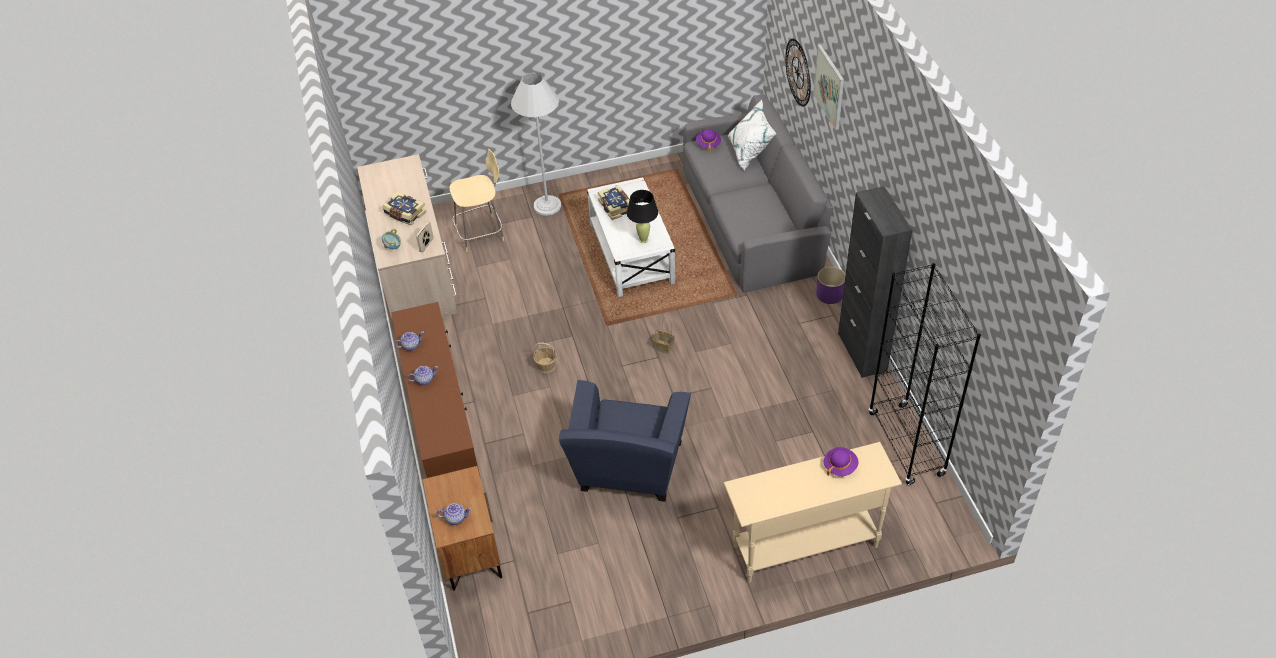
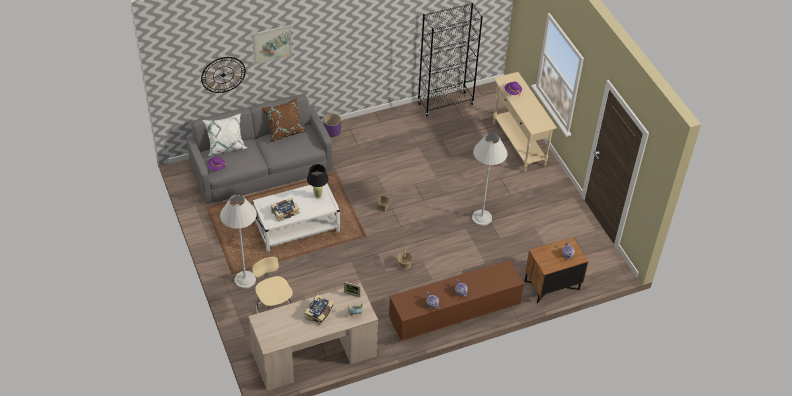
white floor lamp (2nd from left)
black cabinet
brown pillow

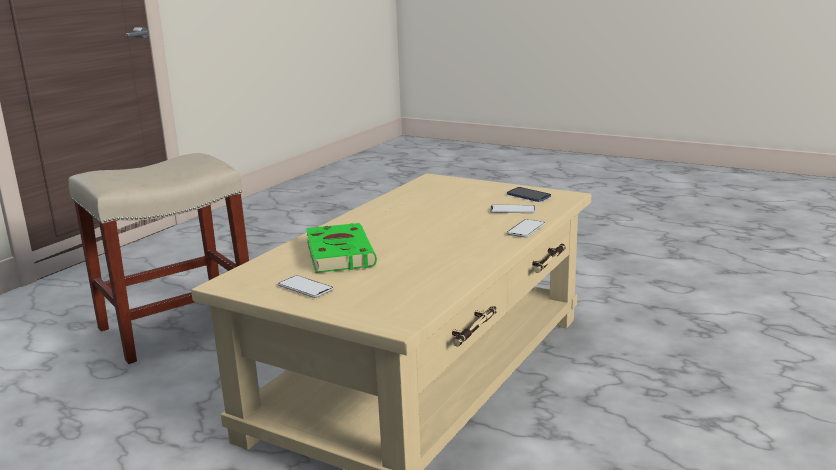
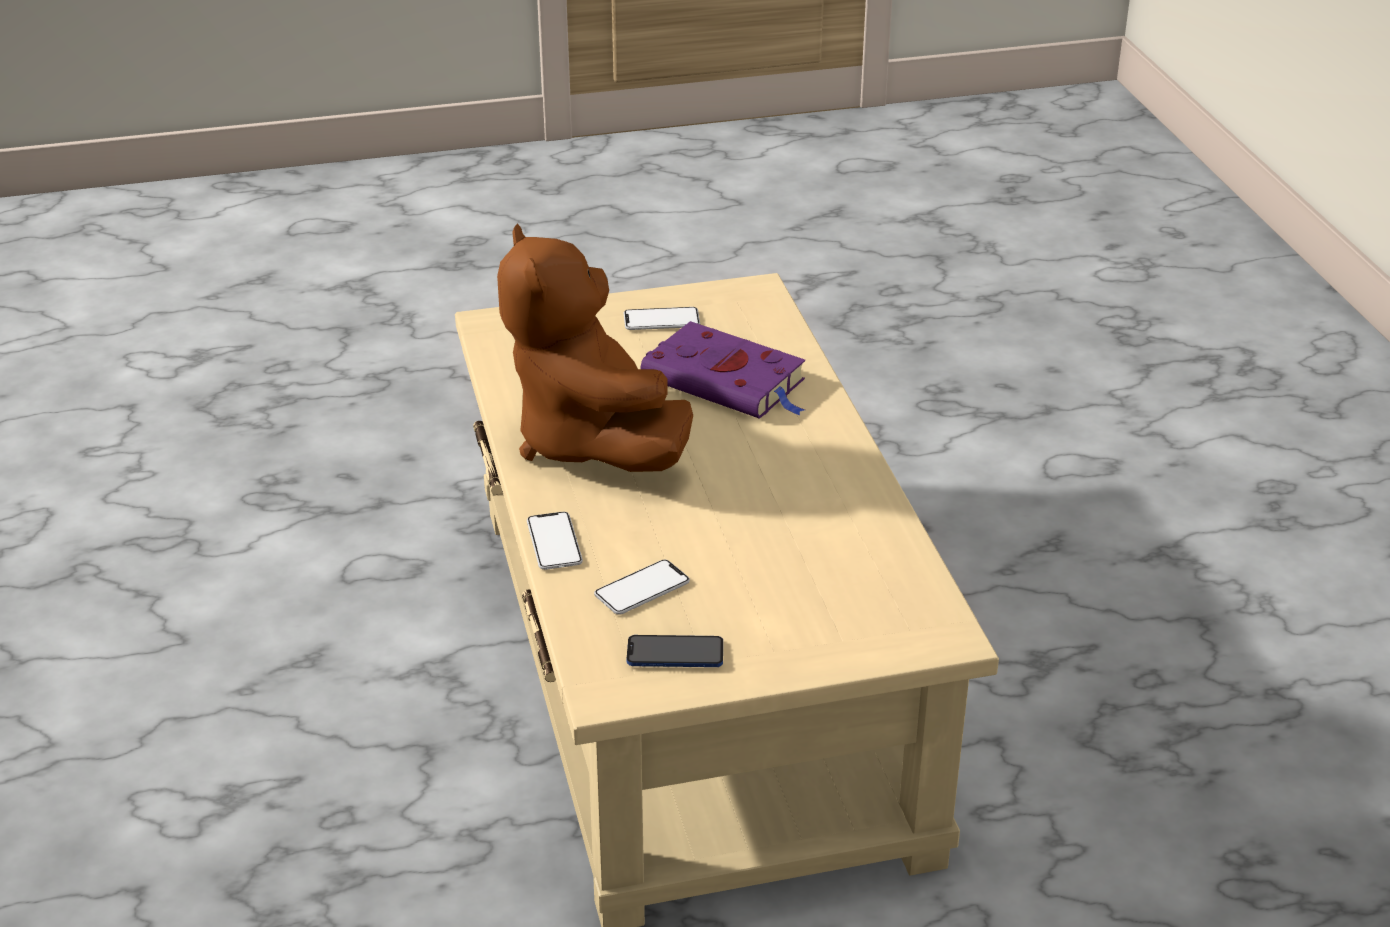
beige stool
purple book
brown plush toy

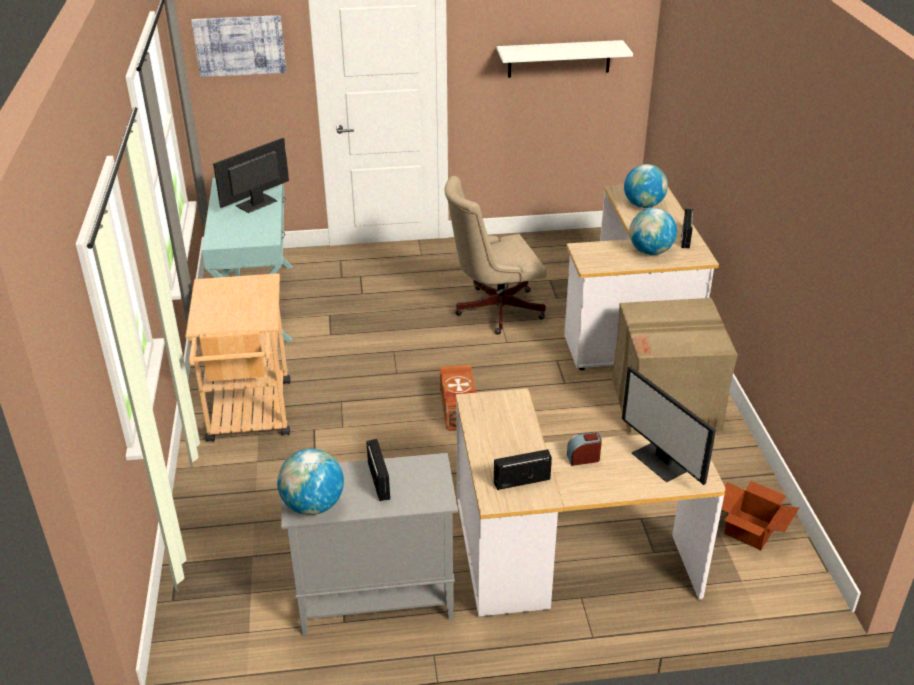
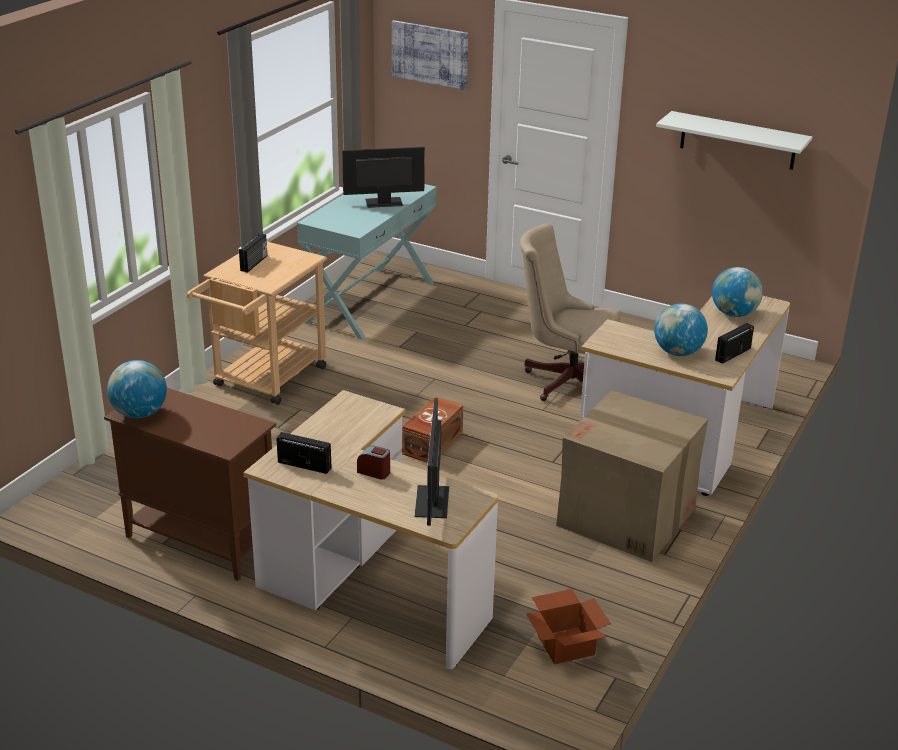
brown cabinet
radio (1st from left)

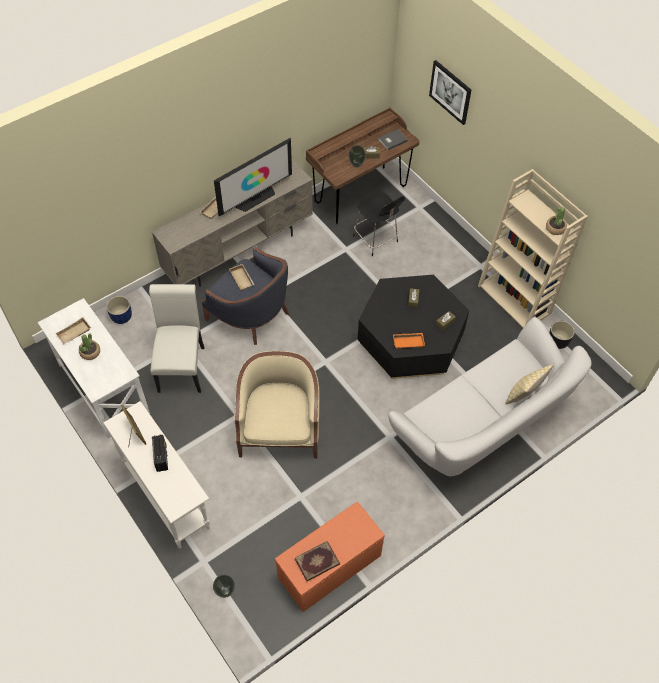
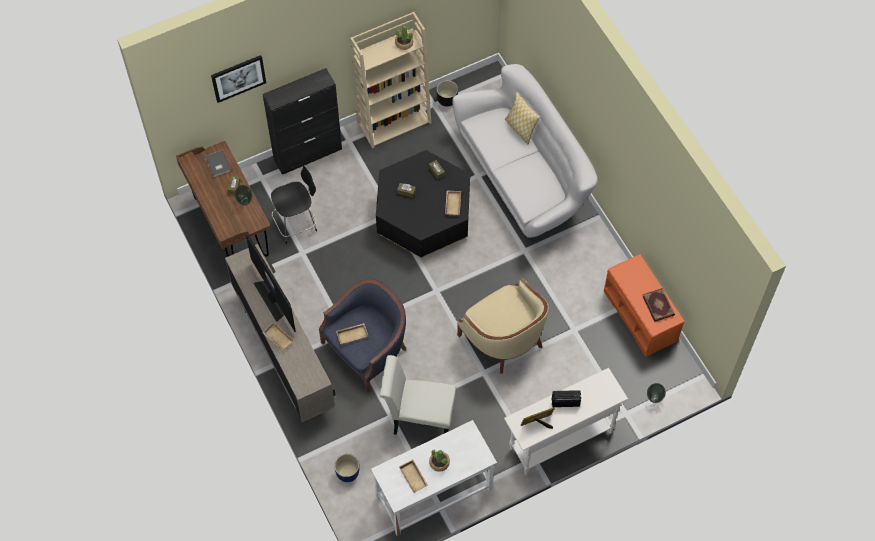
beige armchair
beige tray (4th from left)
black cabinet

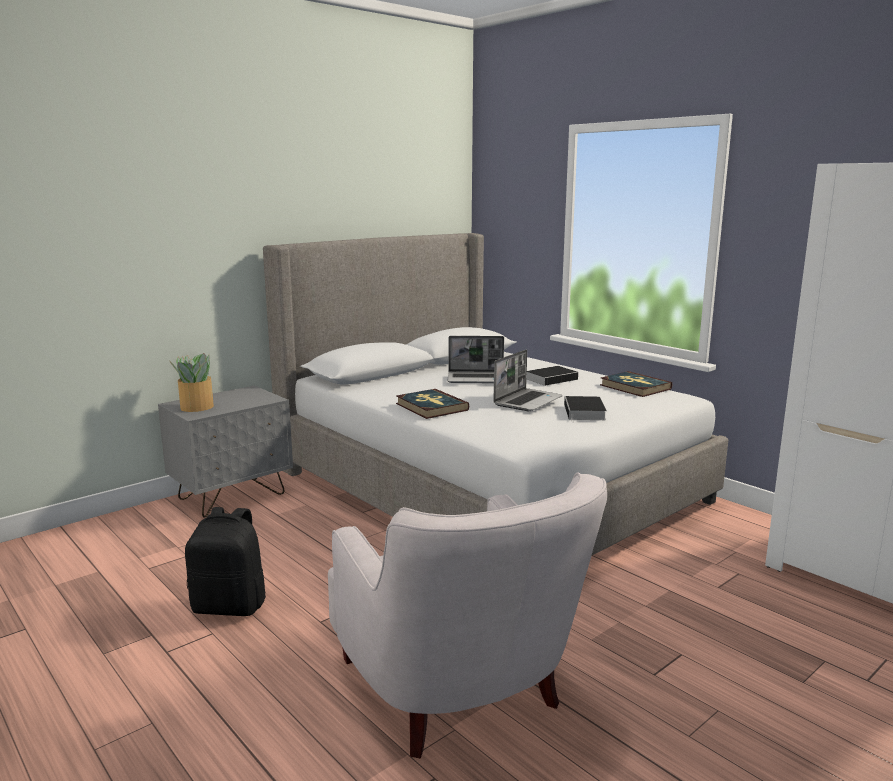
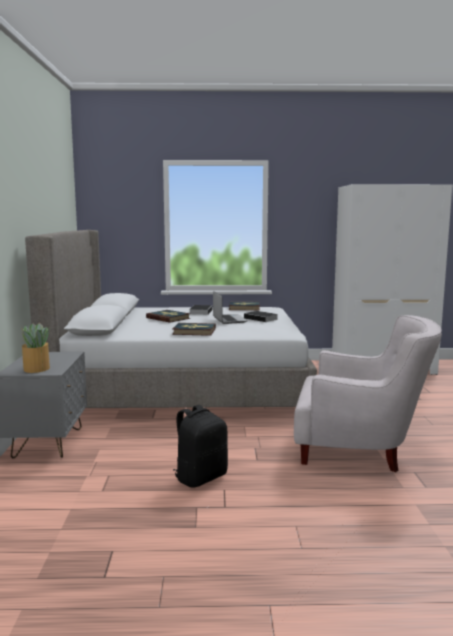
book (1st from left)

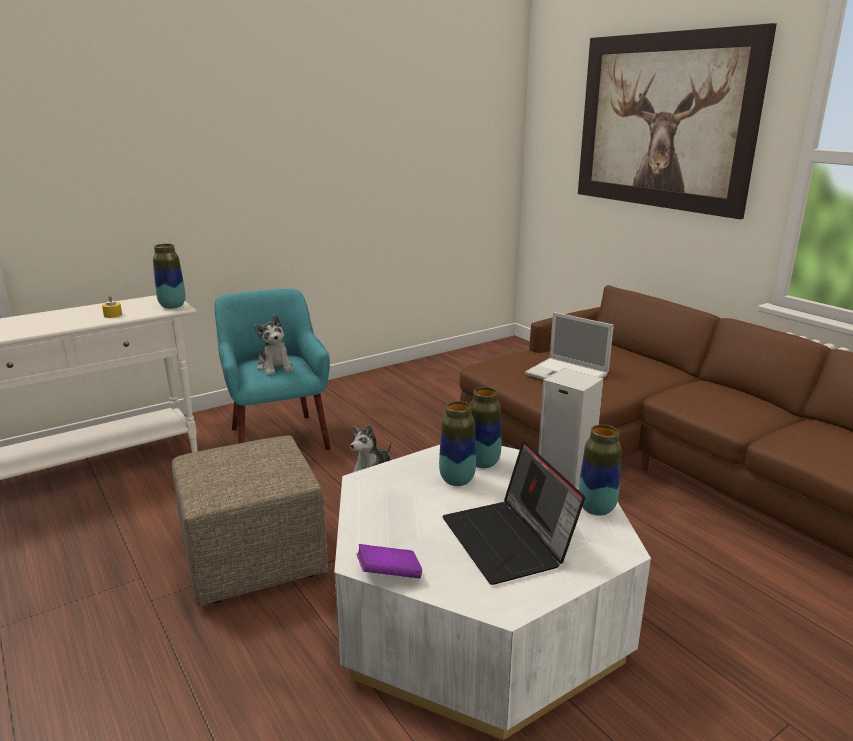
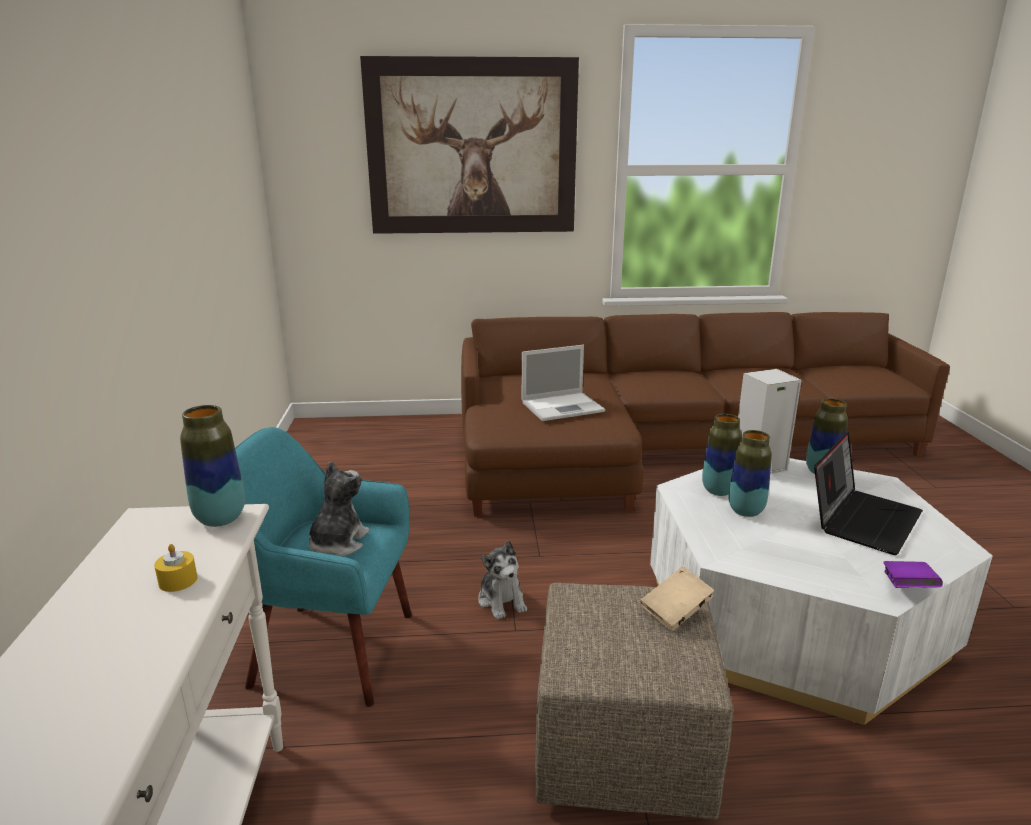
plush toy (1st from left)
laptop (2nd from left)
beige book

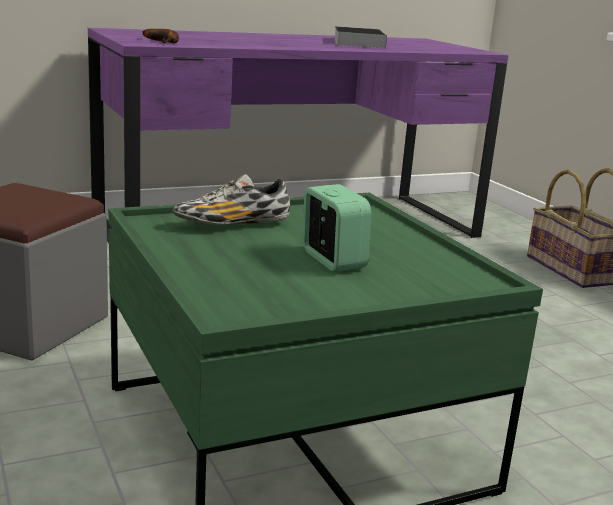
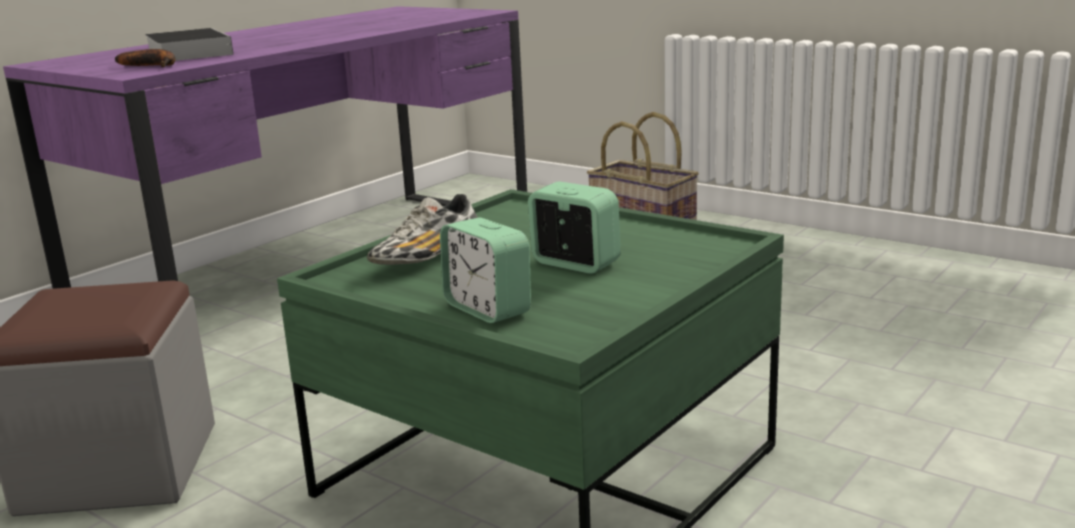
book
alarm clock (1st from left)

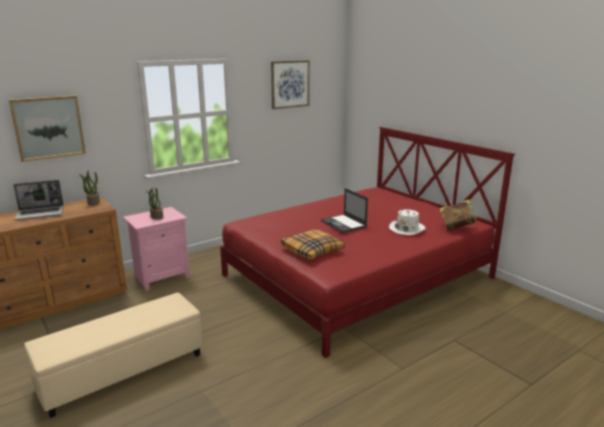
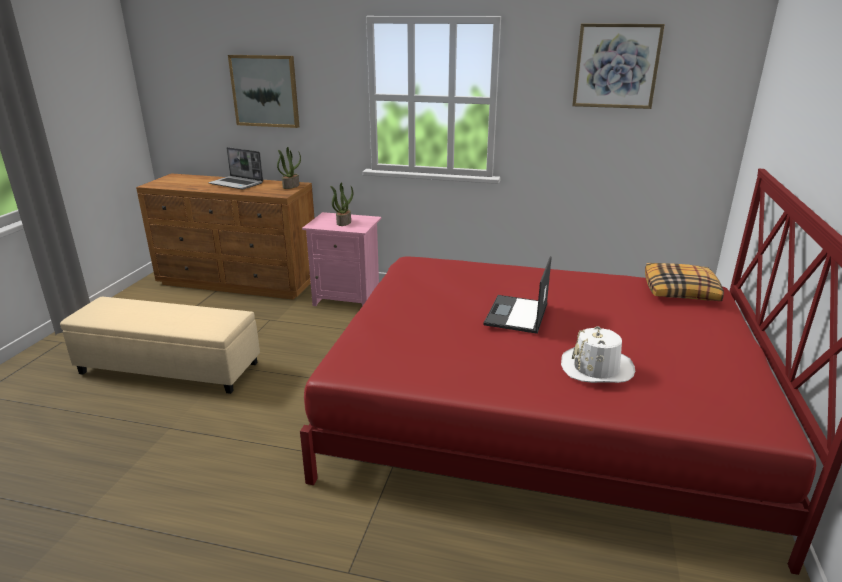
pillow
book

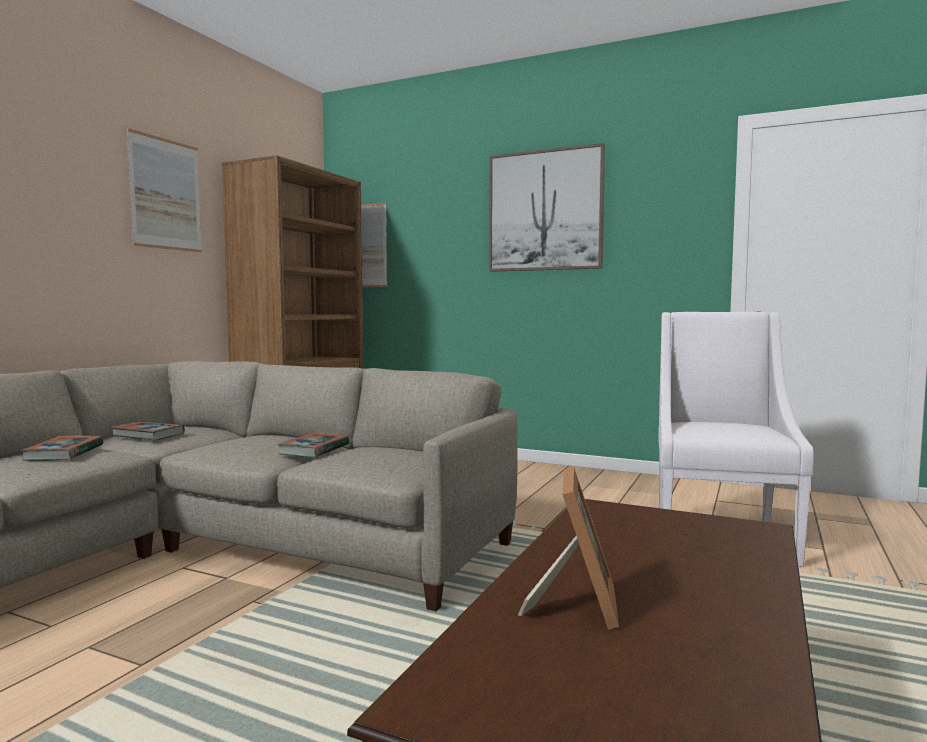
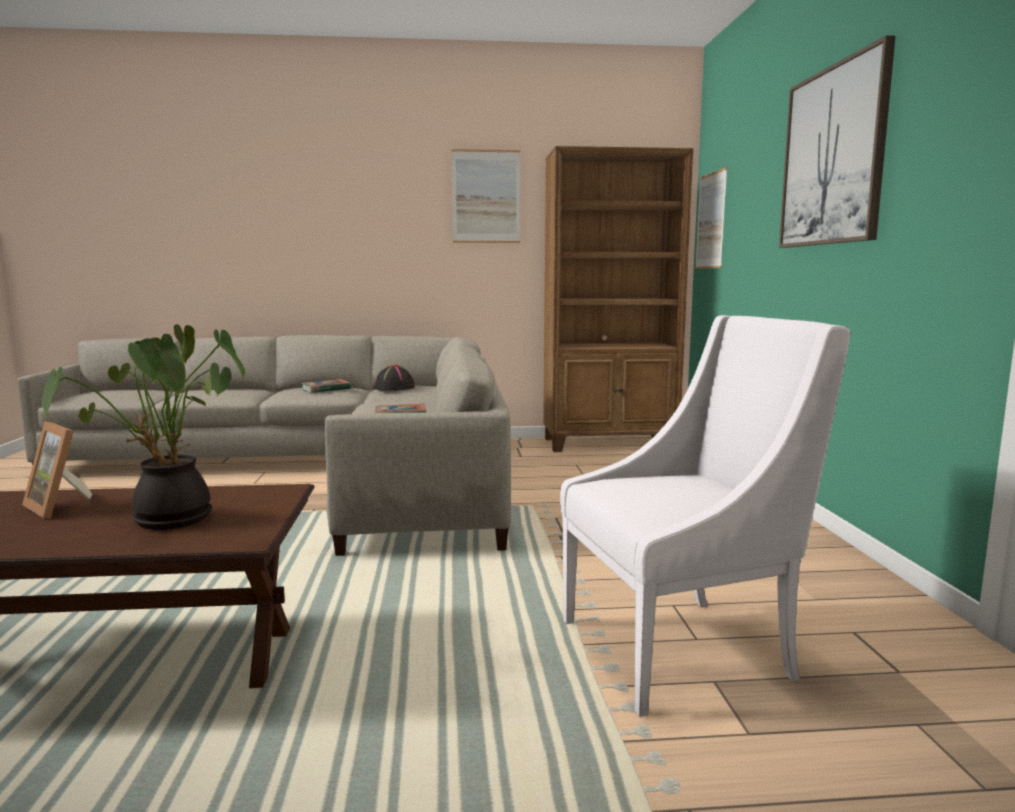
black hat
picture frame
potted plant

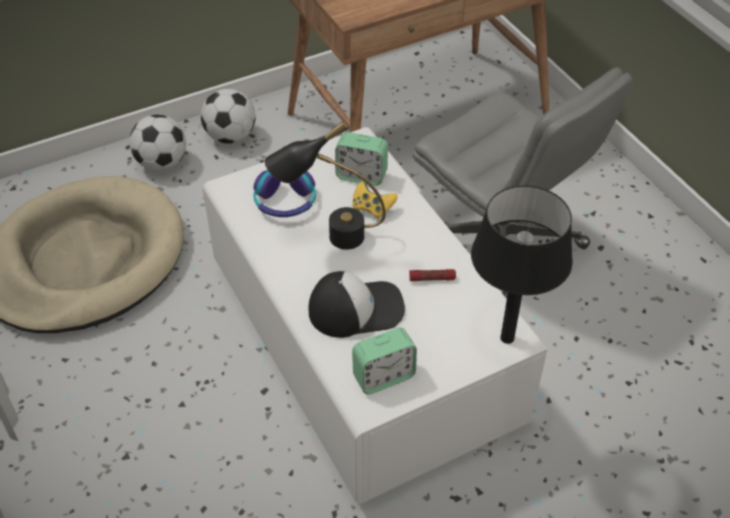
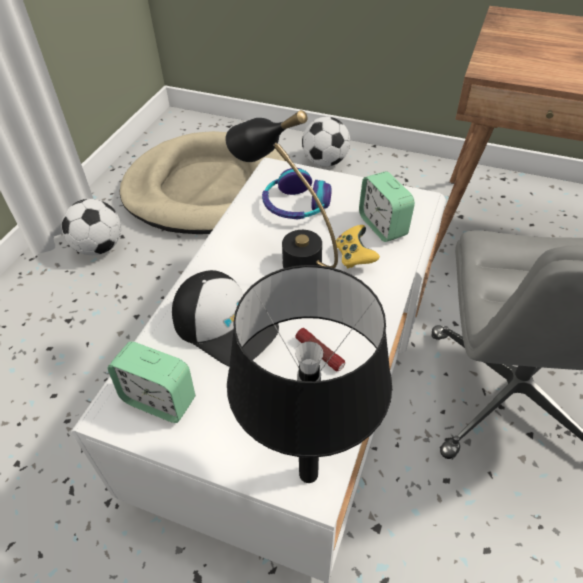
football (1st from left)

